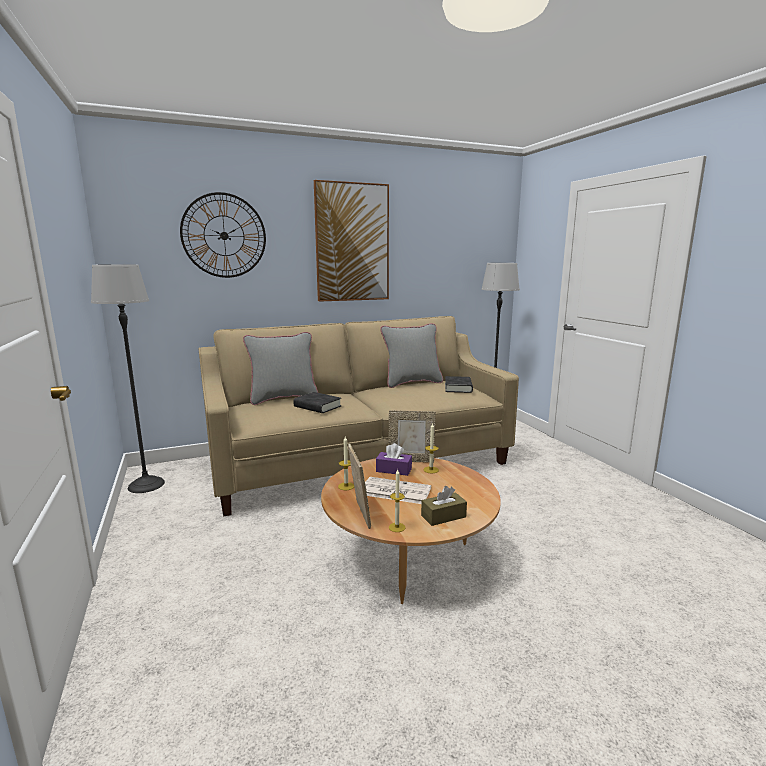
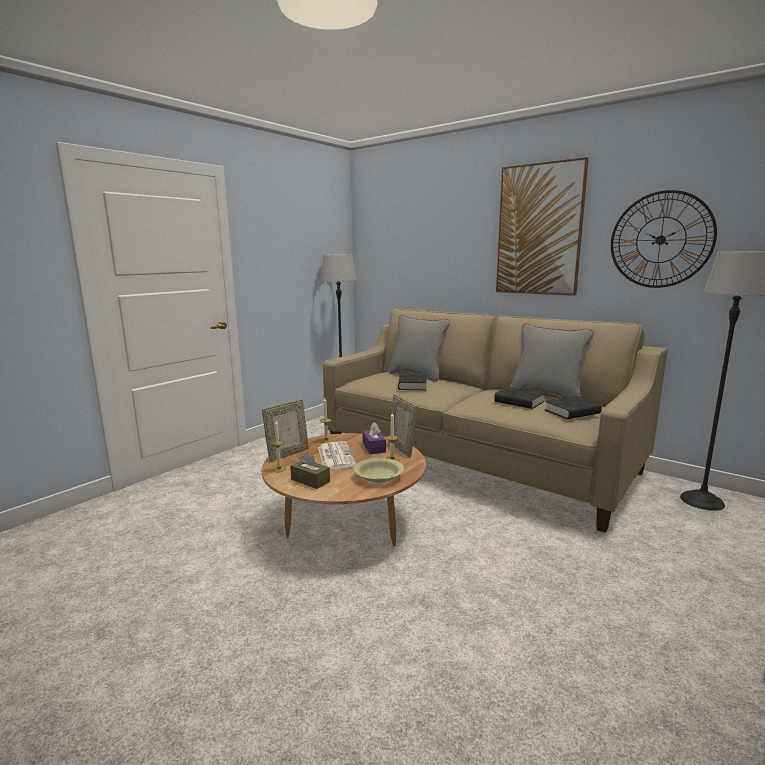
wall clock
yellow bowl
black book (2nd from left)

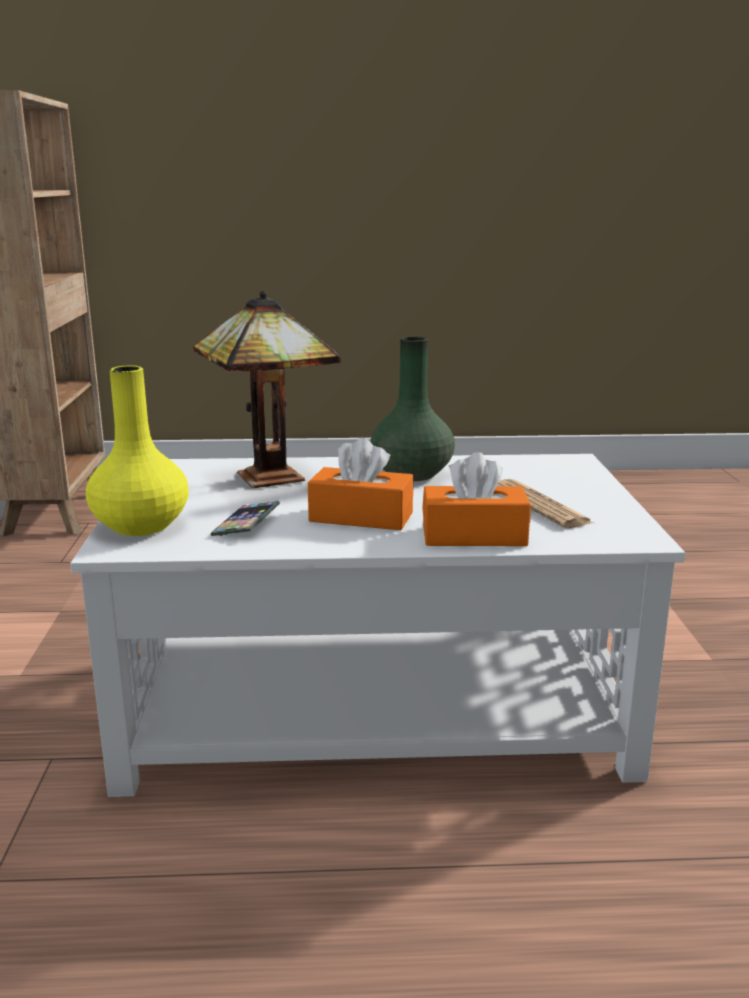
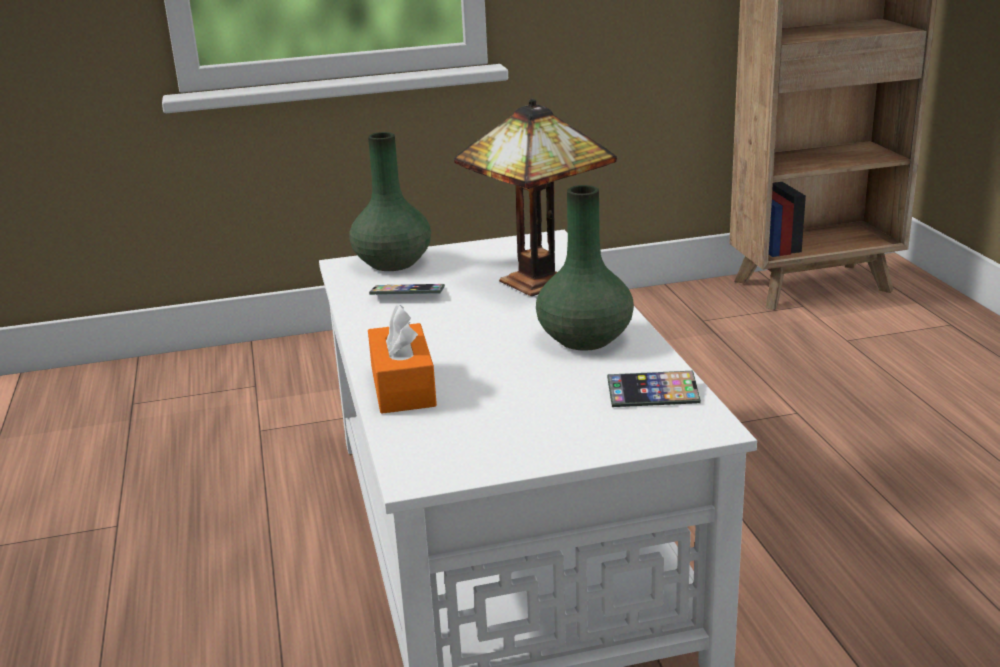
green vase (1st from left)
orange tissue box (1st from left in the first image)
newspaper
phone (2nd from left)

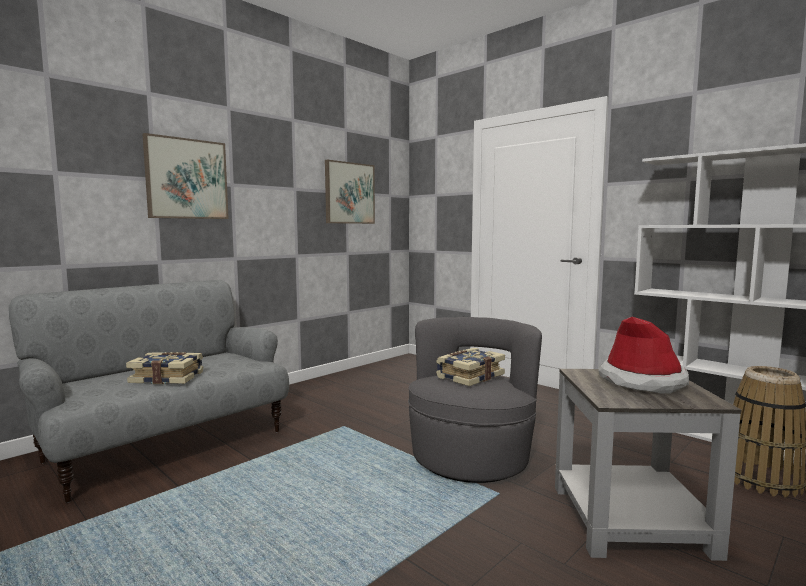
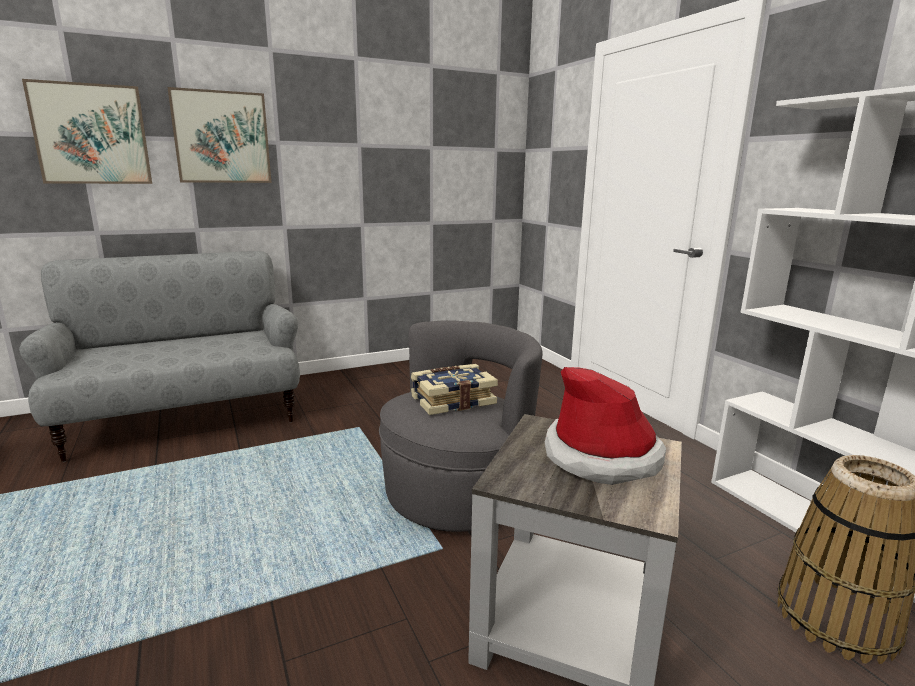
book (1st from left in the first image)
picture (1st from left)

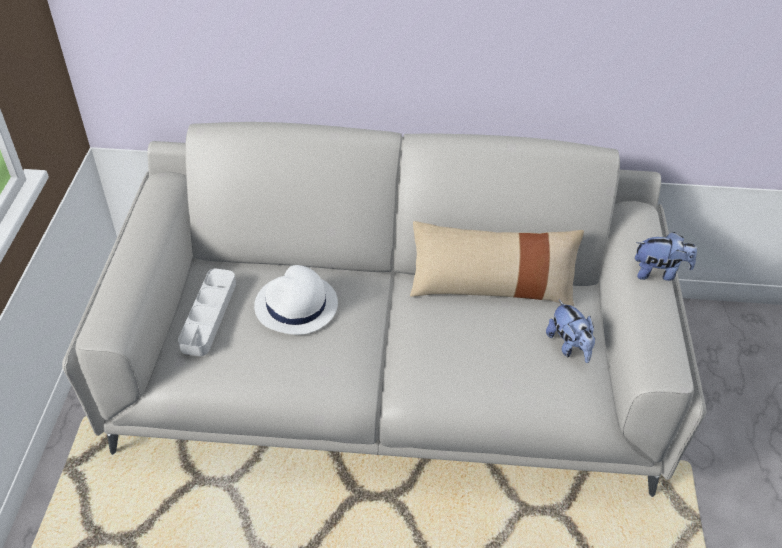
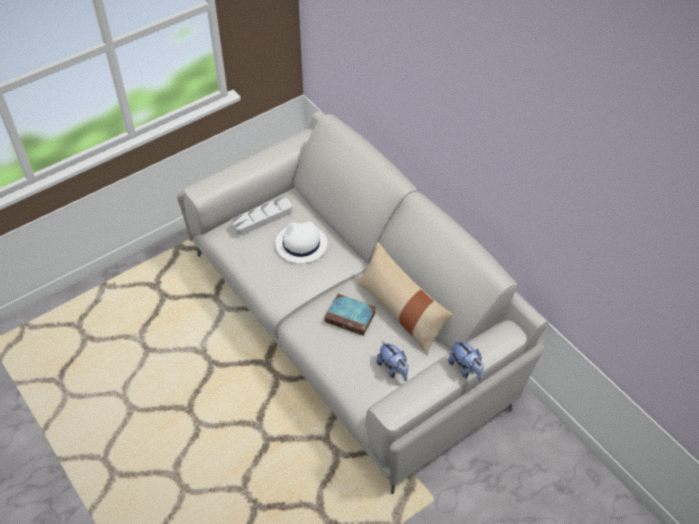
plush toy (1st from left)
book

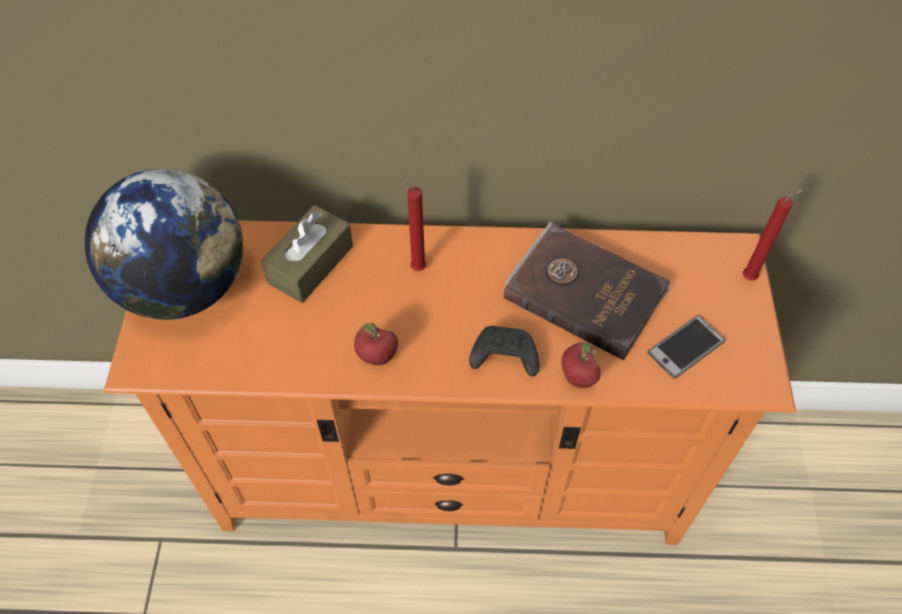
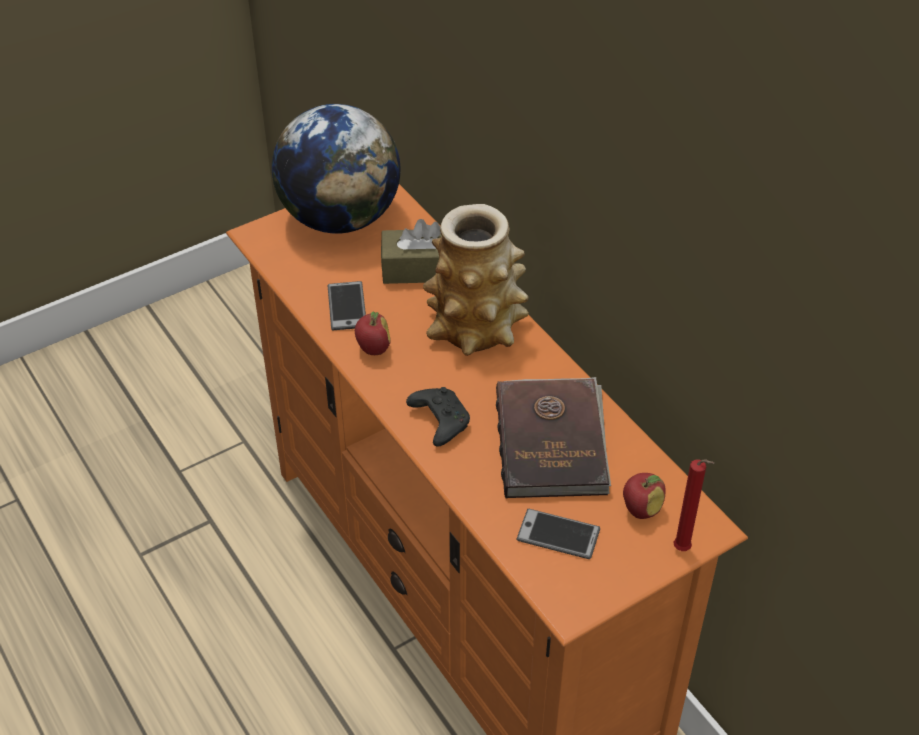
vase
apple (2nd from left)
phone (1st from left)

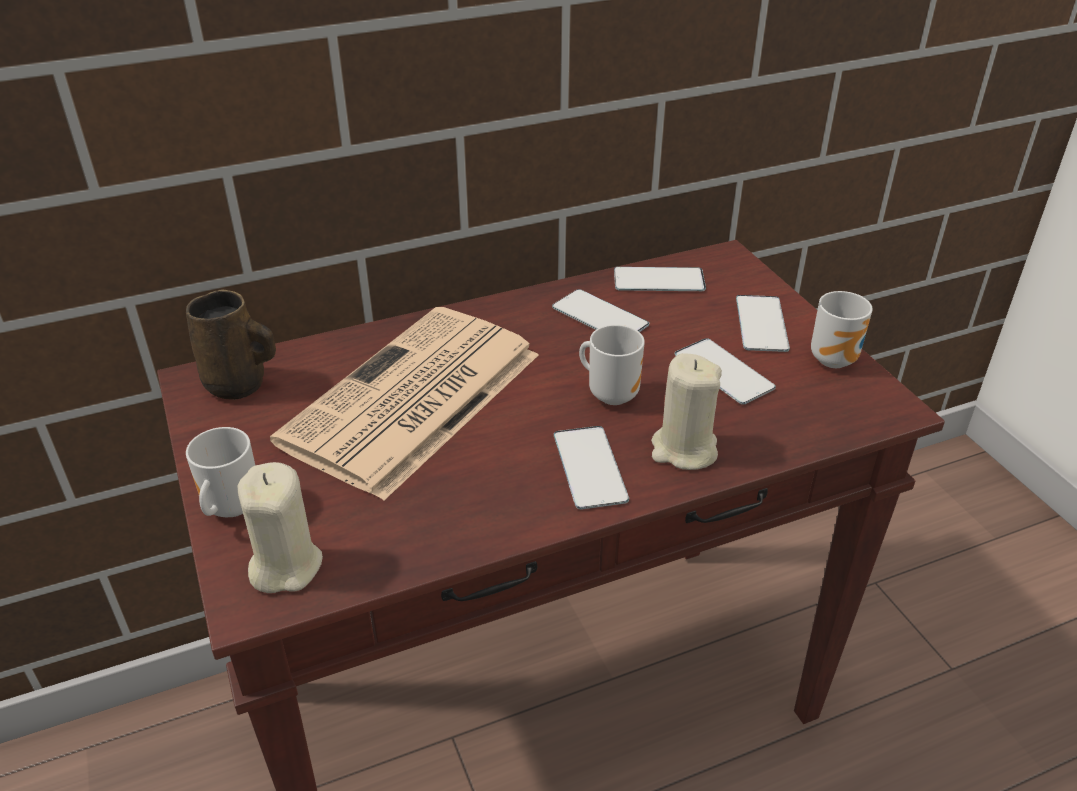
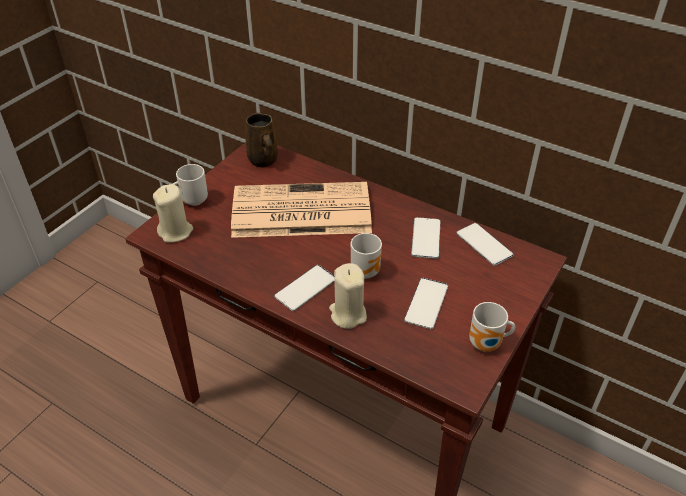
phone (5th from left in the first image)

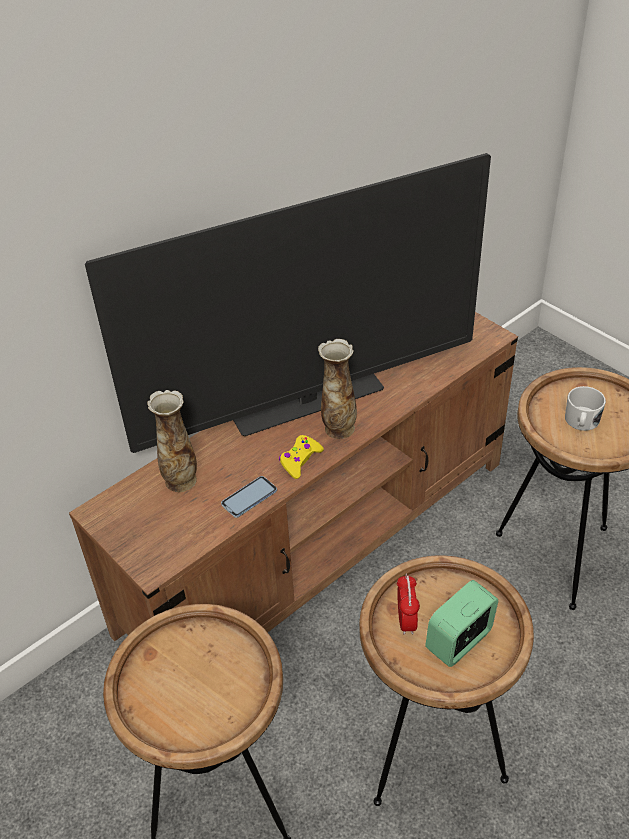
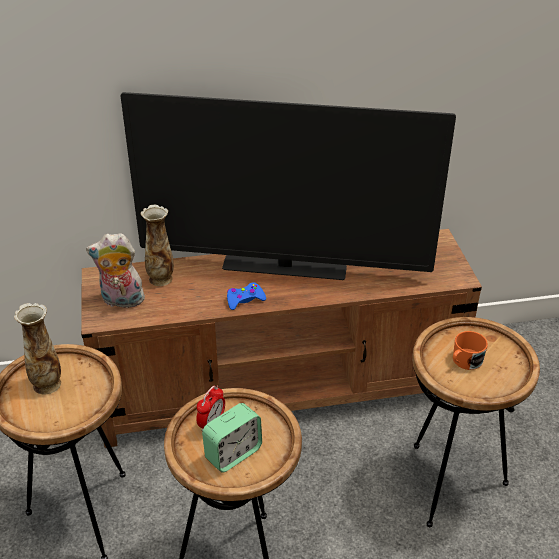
phone
blue game controller
vase (1st from left)
alarm clock (2nd from left)
orange mug
plush toy

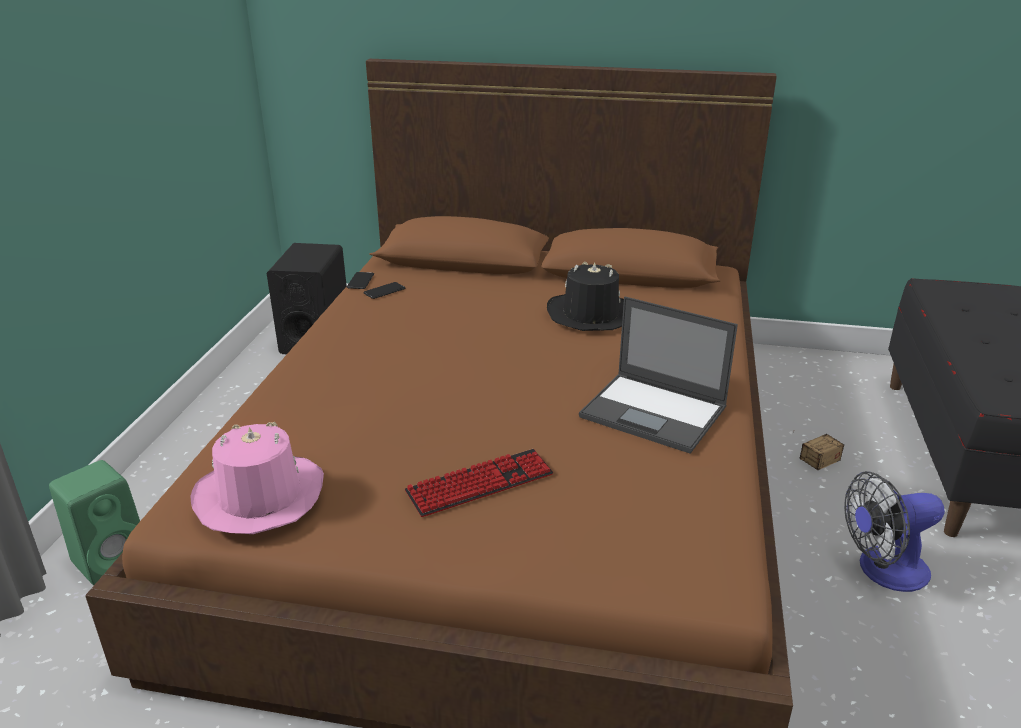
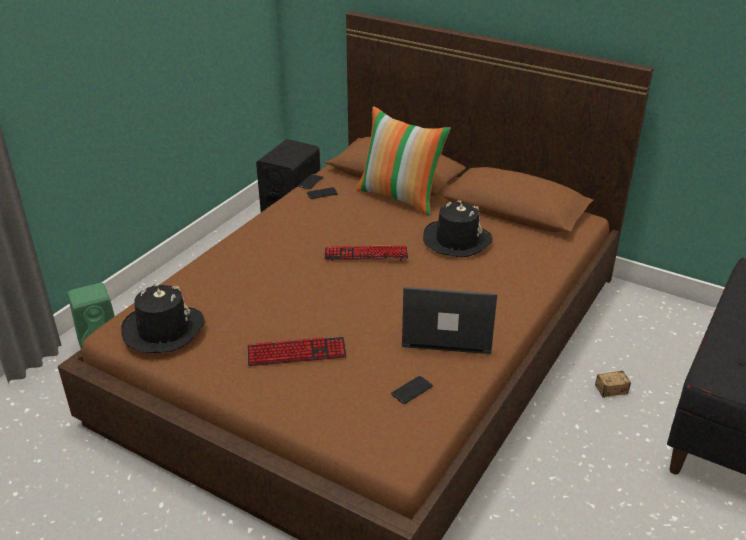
black hat (1st from left)
laptop
fan
keyboard (2nd from left)
pillow
phone (3rd from left)

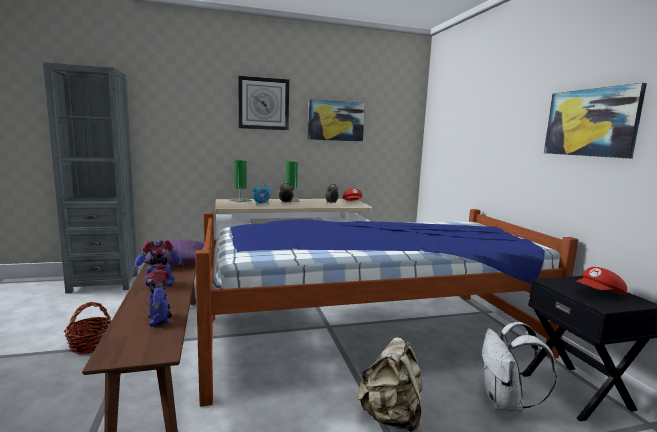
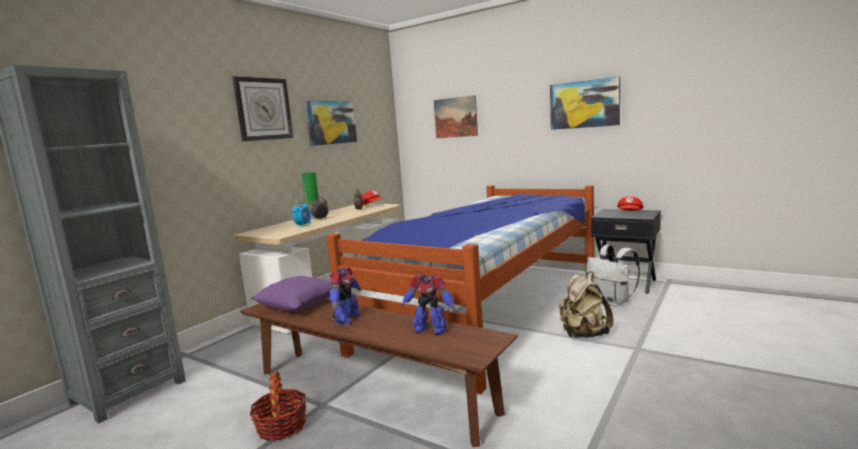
green table lamp (1st from left in the first image)
picture (2nd from left)

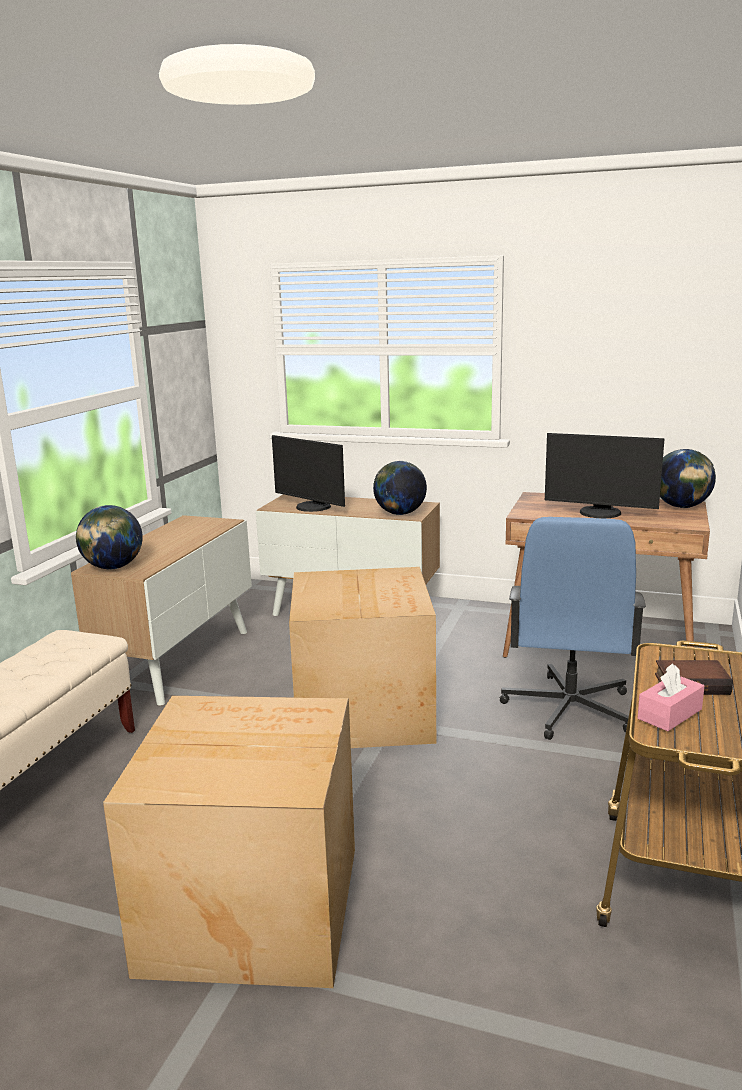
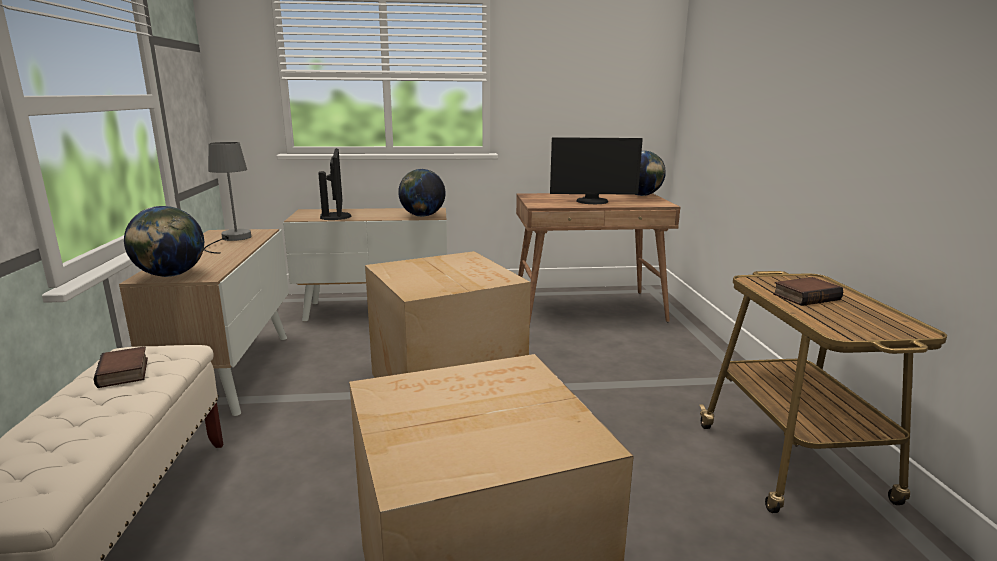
monitor (1st from left)
blue office chair
pink tissue box
book (1st from left)
grey table lamp

